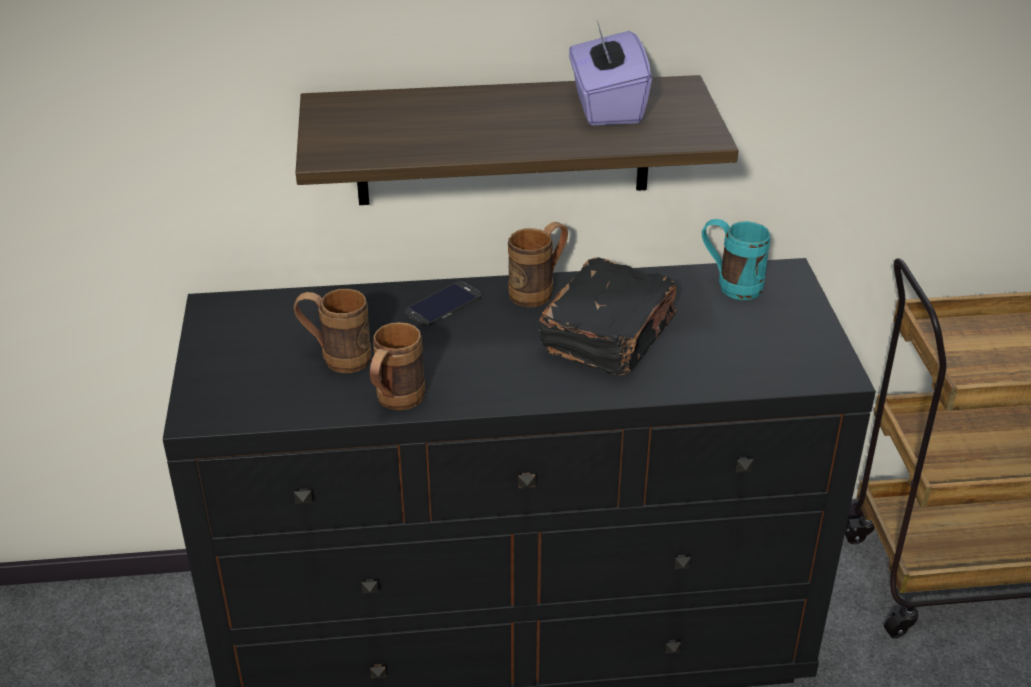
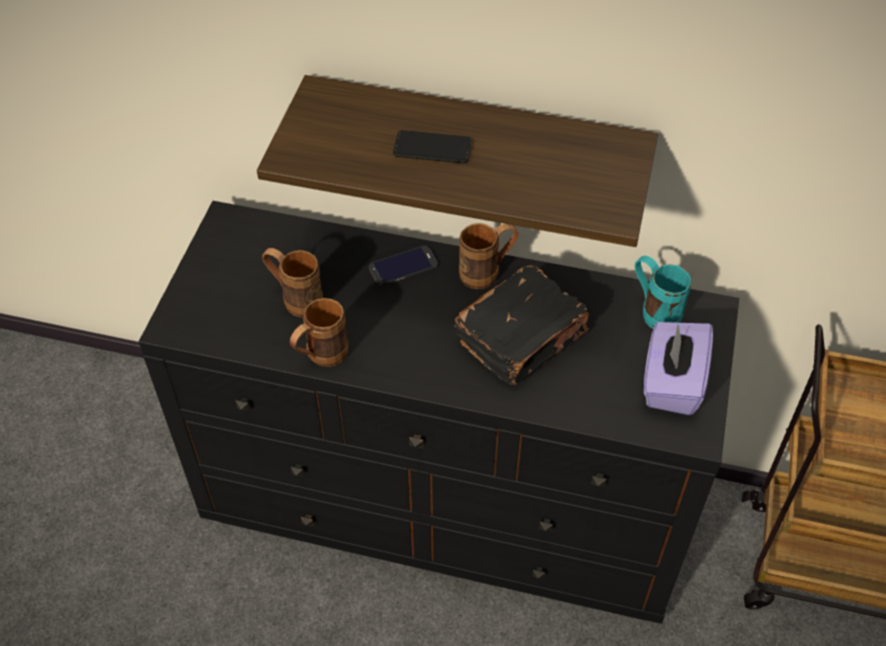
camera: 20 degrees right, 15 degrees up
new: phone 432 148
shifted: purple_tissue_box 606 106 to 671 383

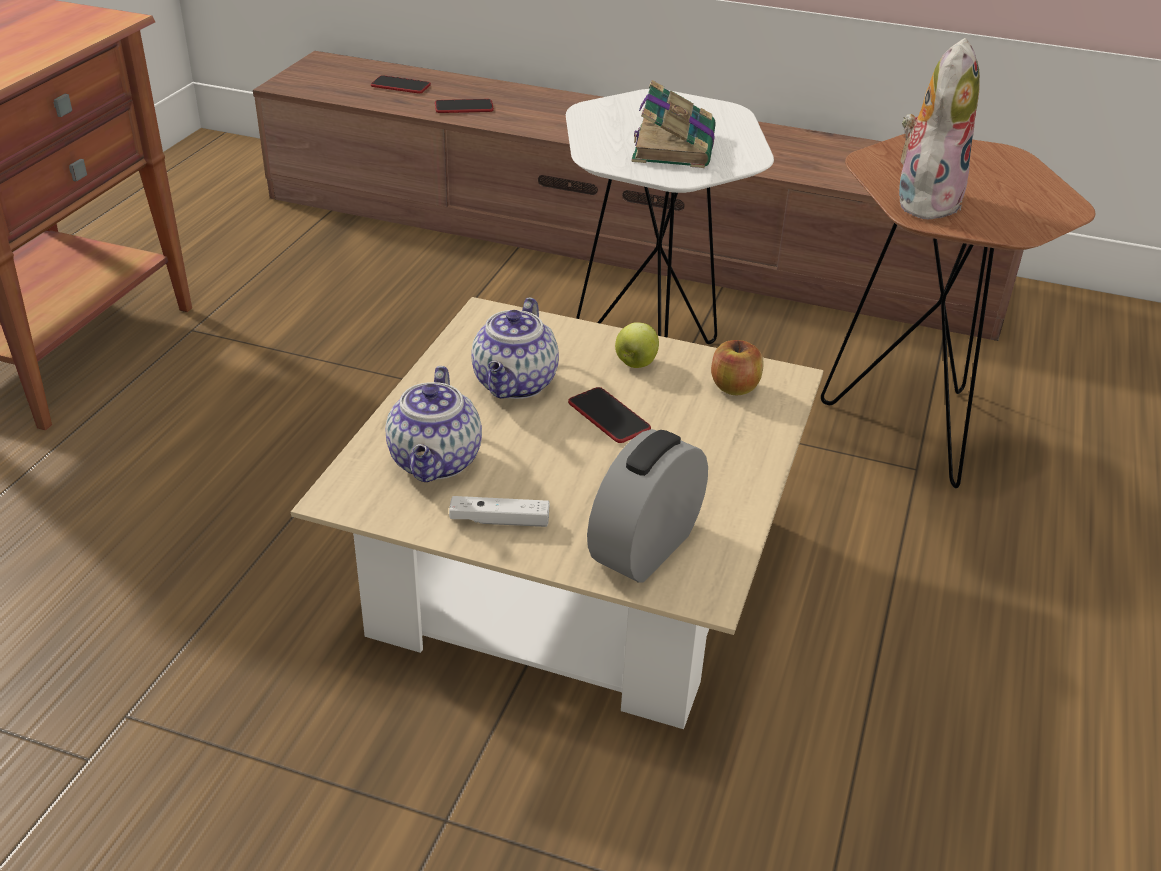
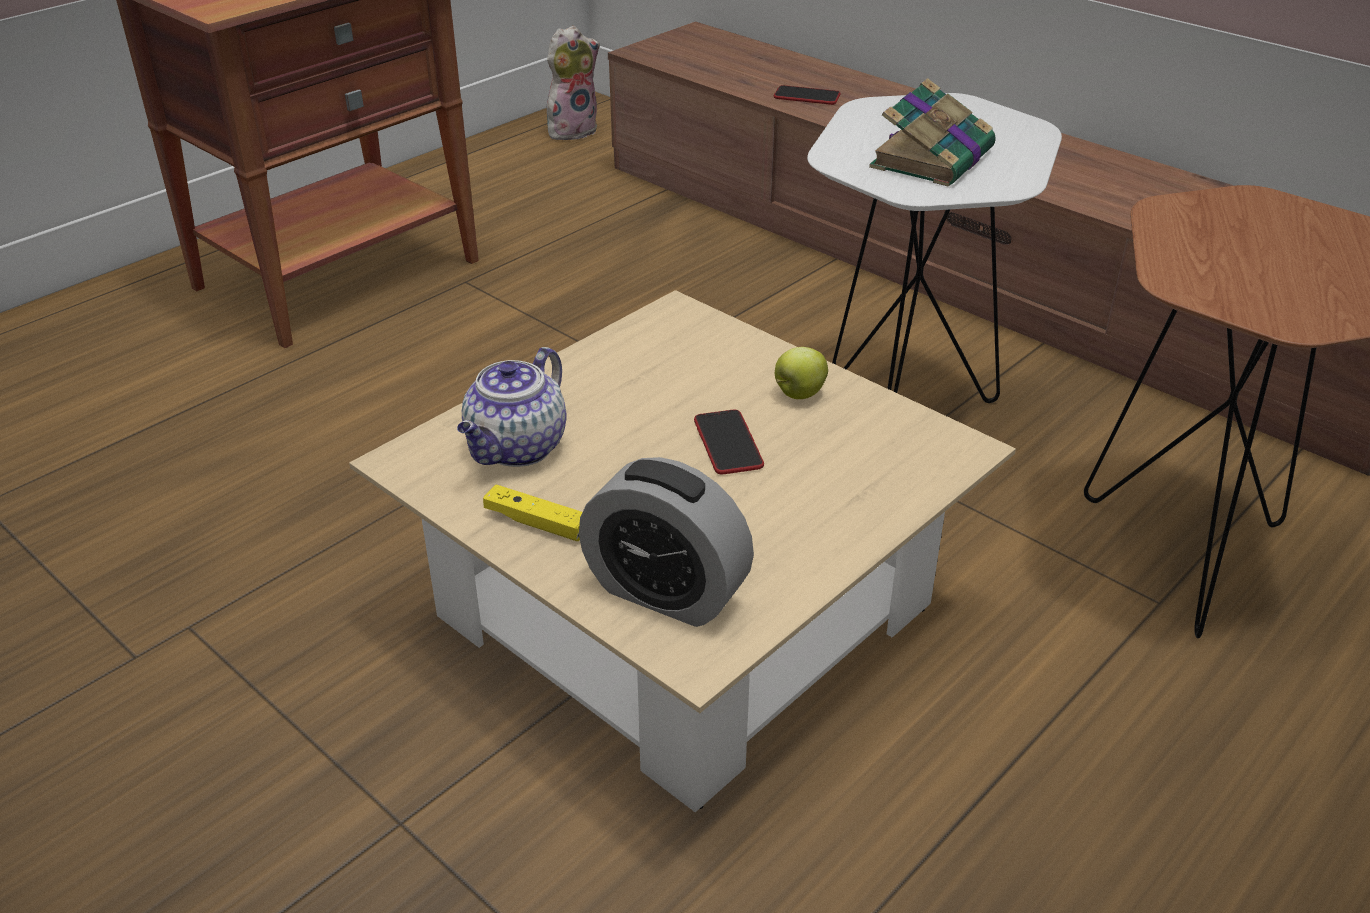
camera: 25 degrees right, 0 degrees up
gone: phone 400 86; teapot 515 385; apple 734 387
shifted: plush_toy 924 200 to 572 130
repainted: white_game_controller 499 520 to yellow_game_controller 536 523
rotated: alarm_clock 645 548 = 666 592 120 degrees counterclockwise

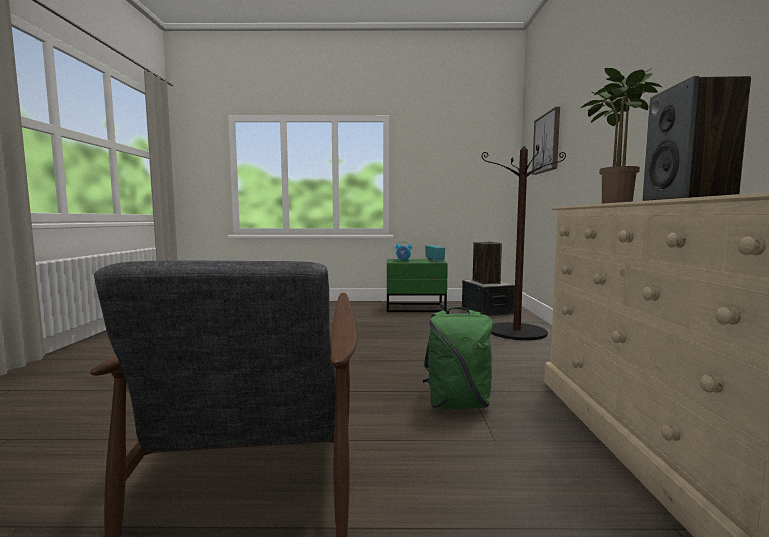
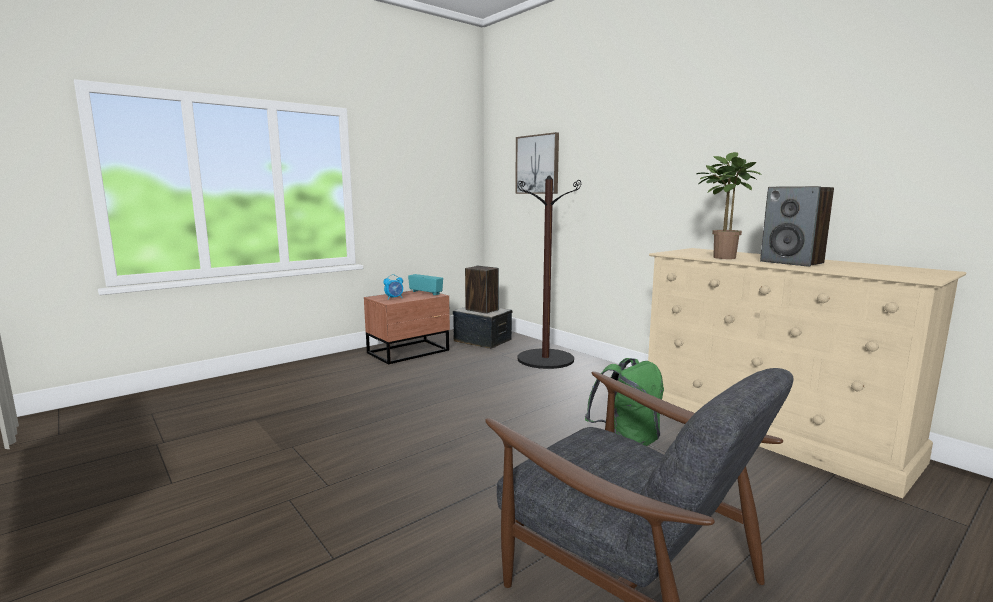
camera: 40 degrees left, 5 degrees up
repainted: green_nightstand 416 308 to brown_nightstand 410 352

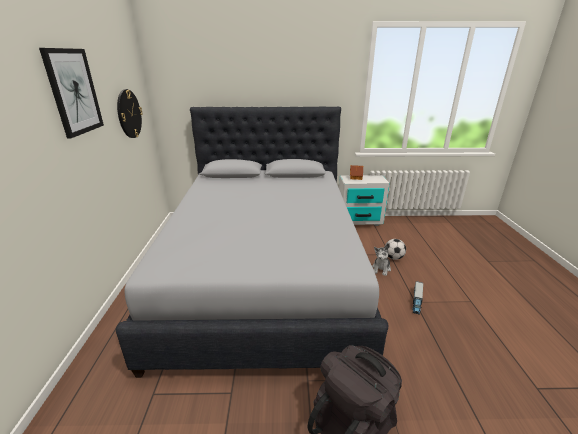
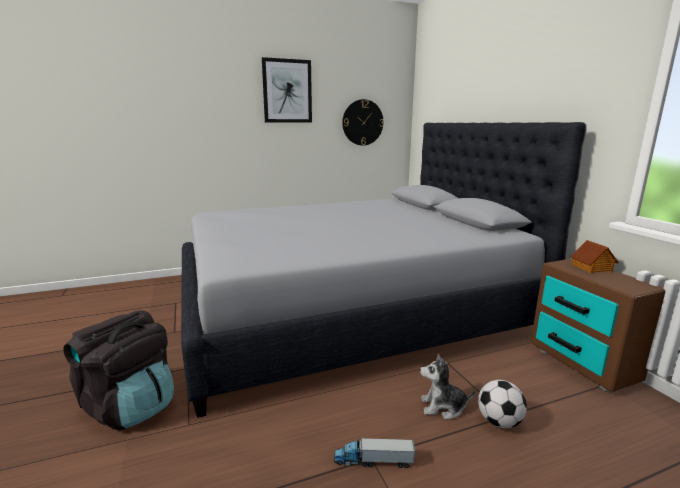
camera: 70 degrees right, 10 degrees down
repainted: white_nightstand 359 223 to brown_nightstand 580 367

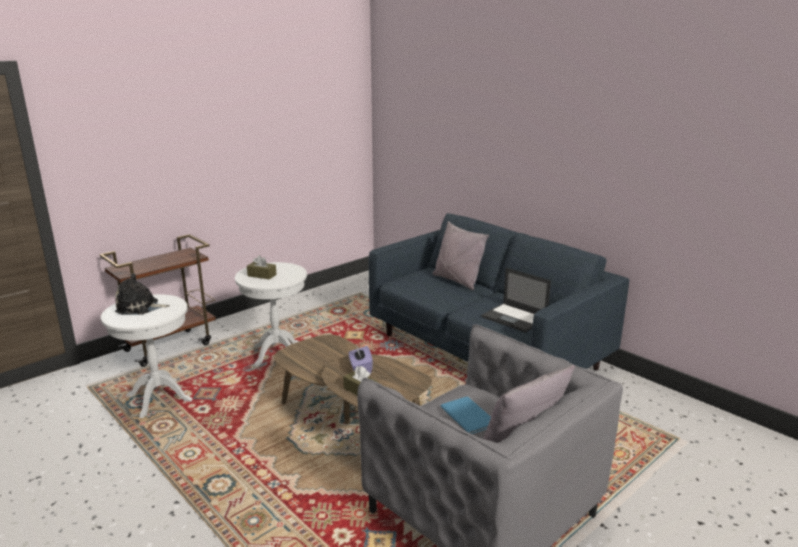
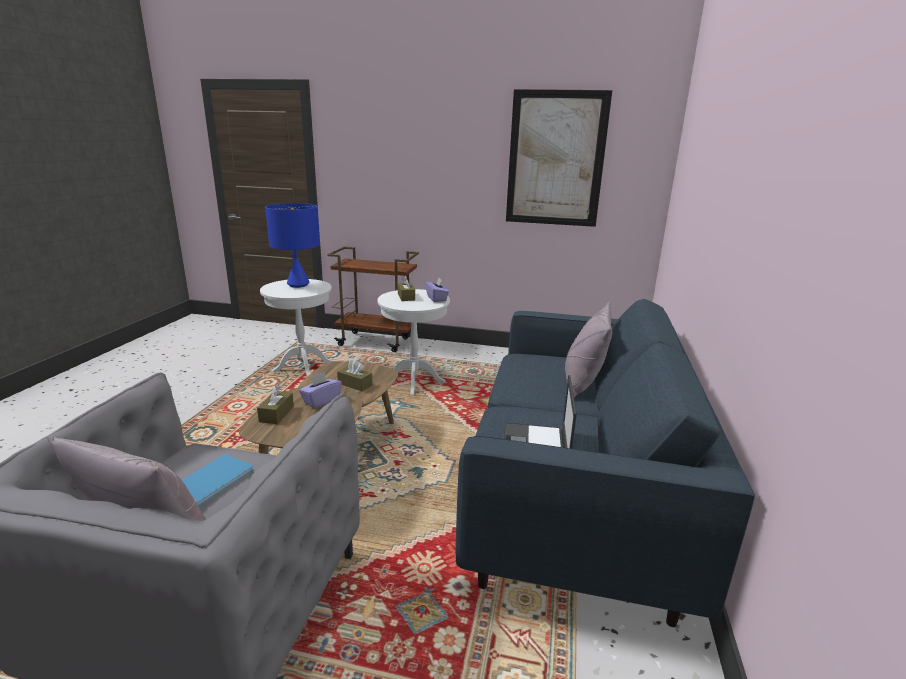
camera: 55 degrees right, 0 degrees up
new: brown_tissue_box 355 384; purple_tissue_box 437 298; picture 555 159
swapped: plush_toy 140 307 to blue_table_lamp 298 285

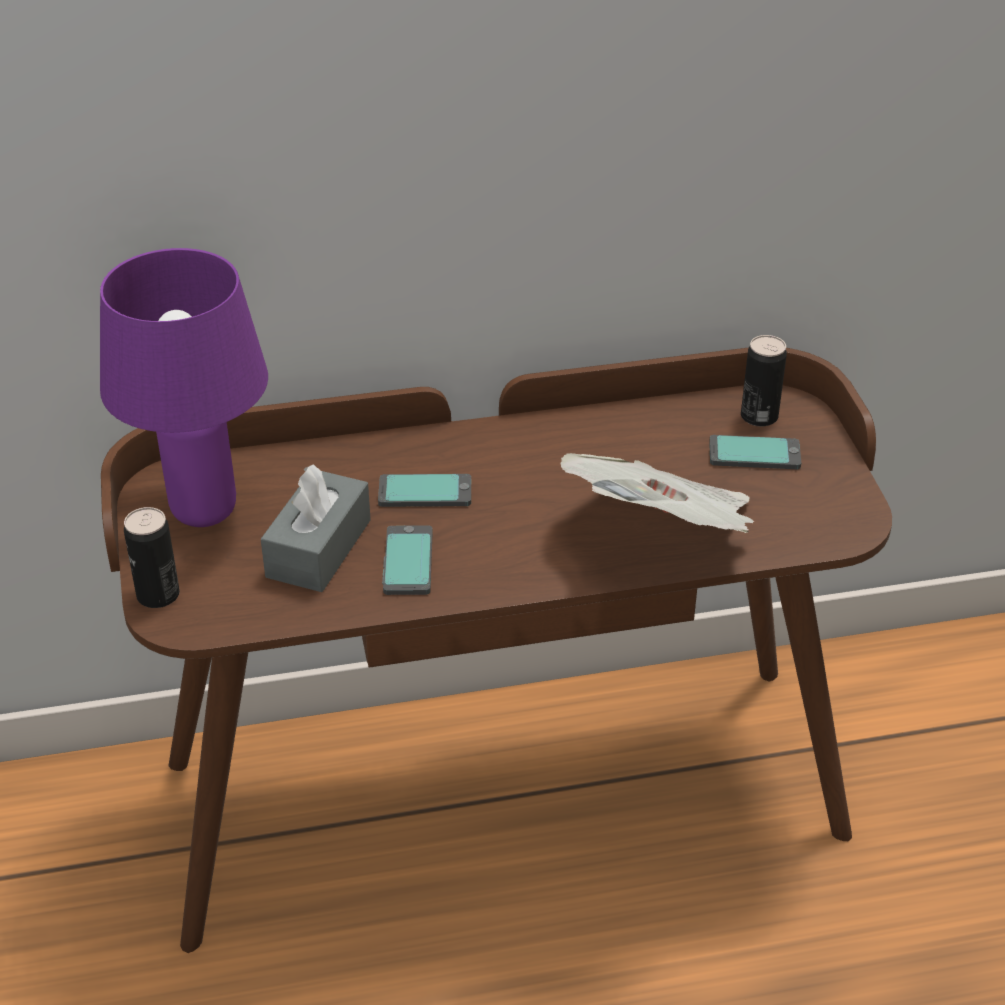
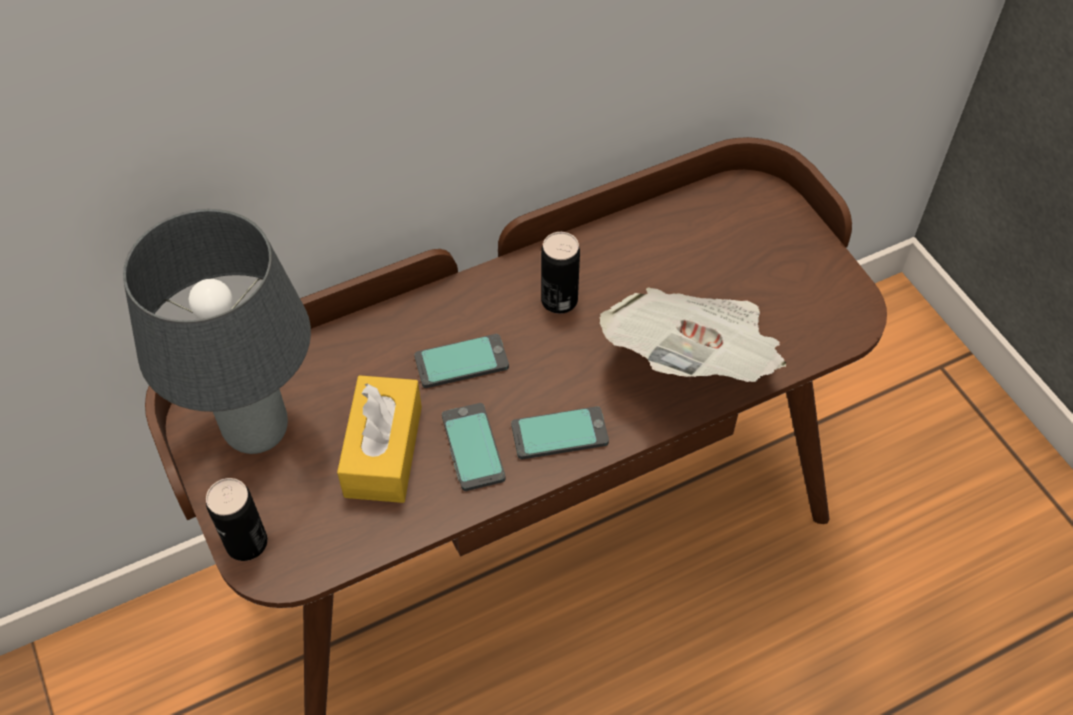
camera: 15 degrees left, 15 degrees up
shifted: phone 754 454 to 559 433; can 759 416 to 559 300
repainted: purple_table_lamp 206 511 to grey_table_lamp 259 431; grey_tissue_box 319 548 to yellow_tissue_box 383 451

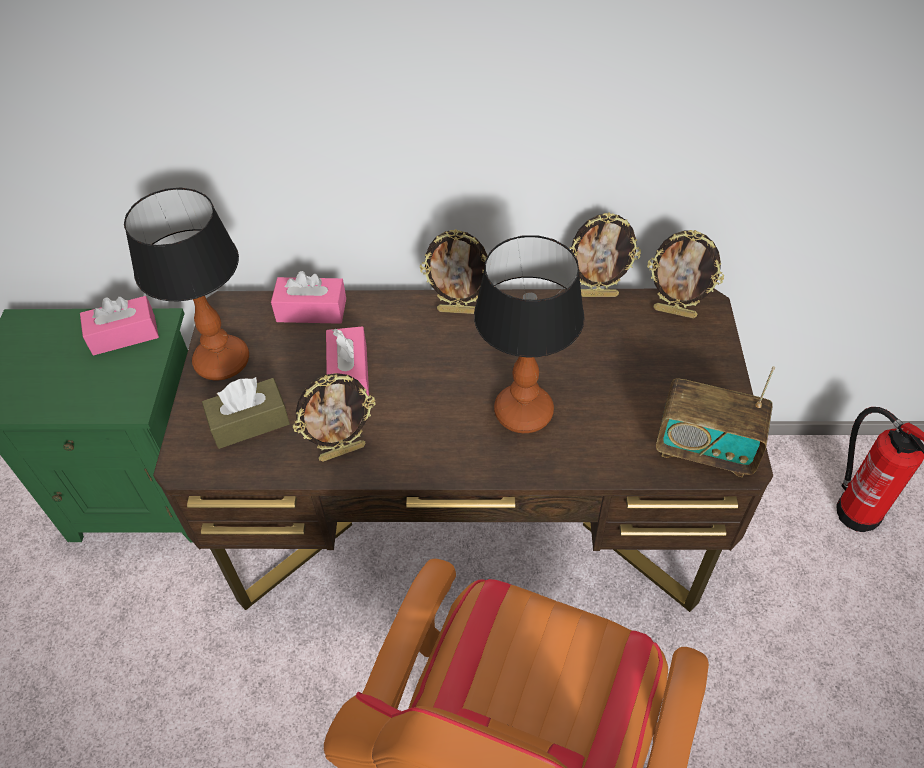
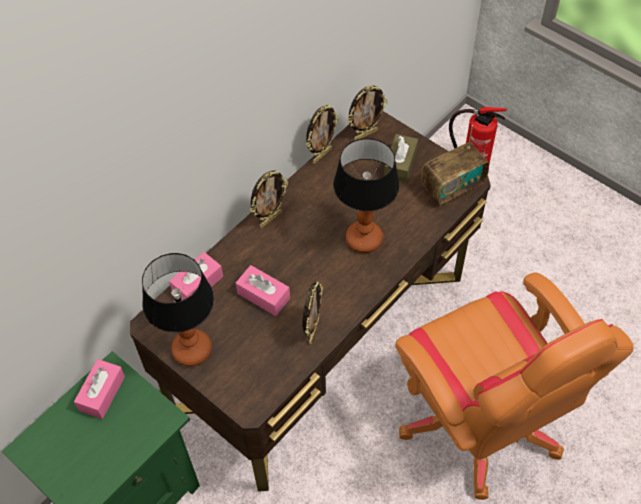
camera: 50 degrees left, 5 degrees up
shifted: brown_tissue_box 249 422 to 400 164

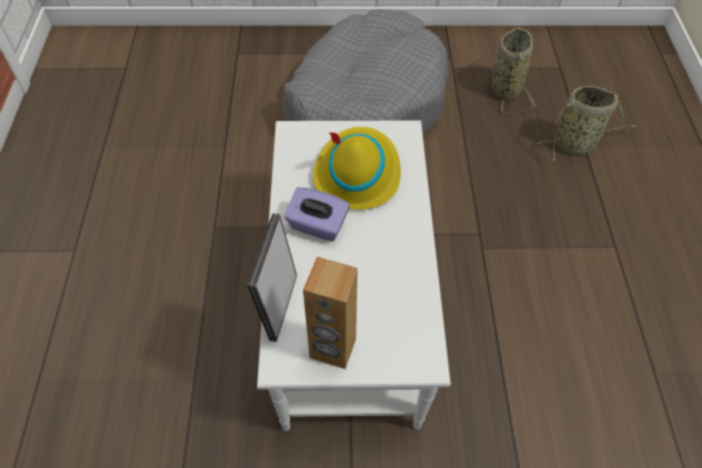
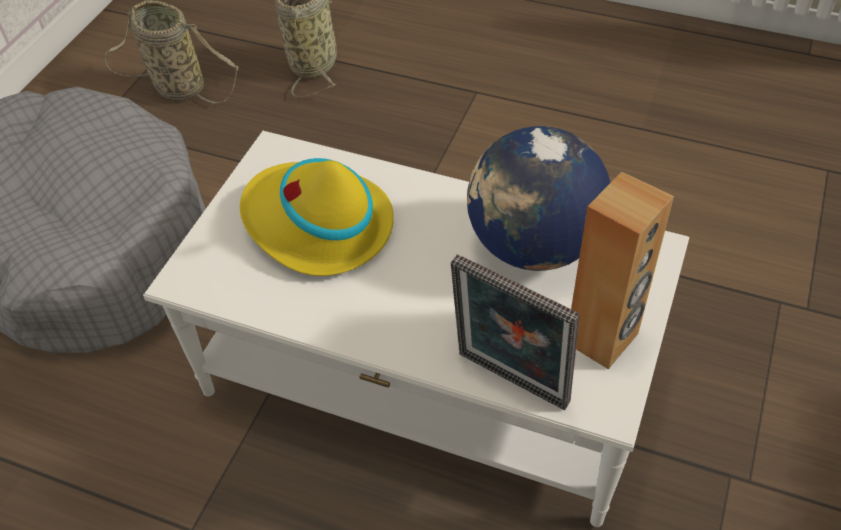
camera: 65 degrees left, 5 degrees down
gone: purple_tissue_box 317 226
new: globe 533 246

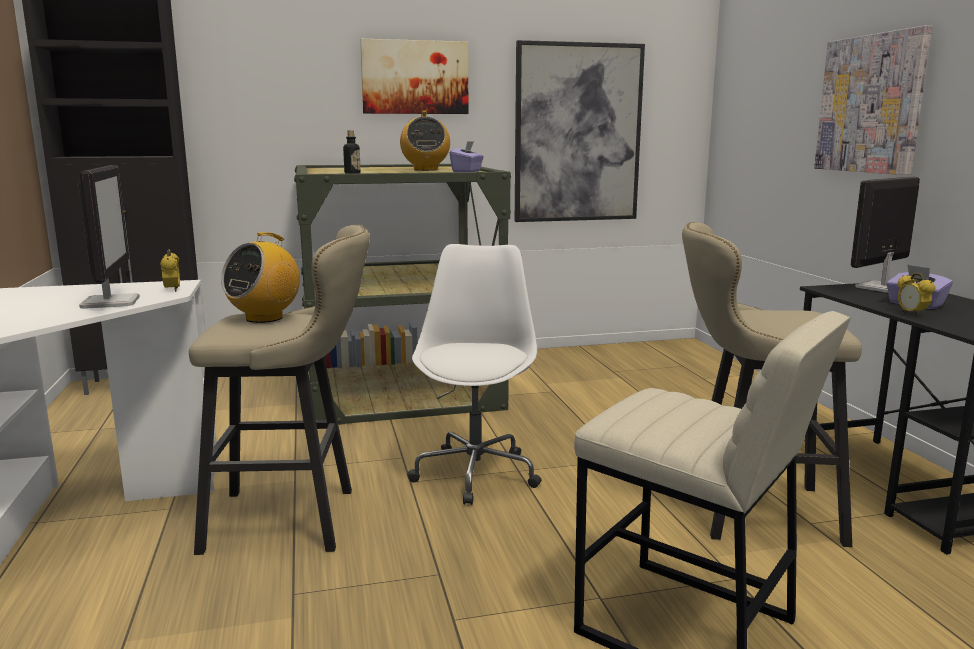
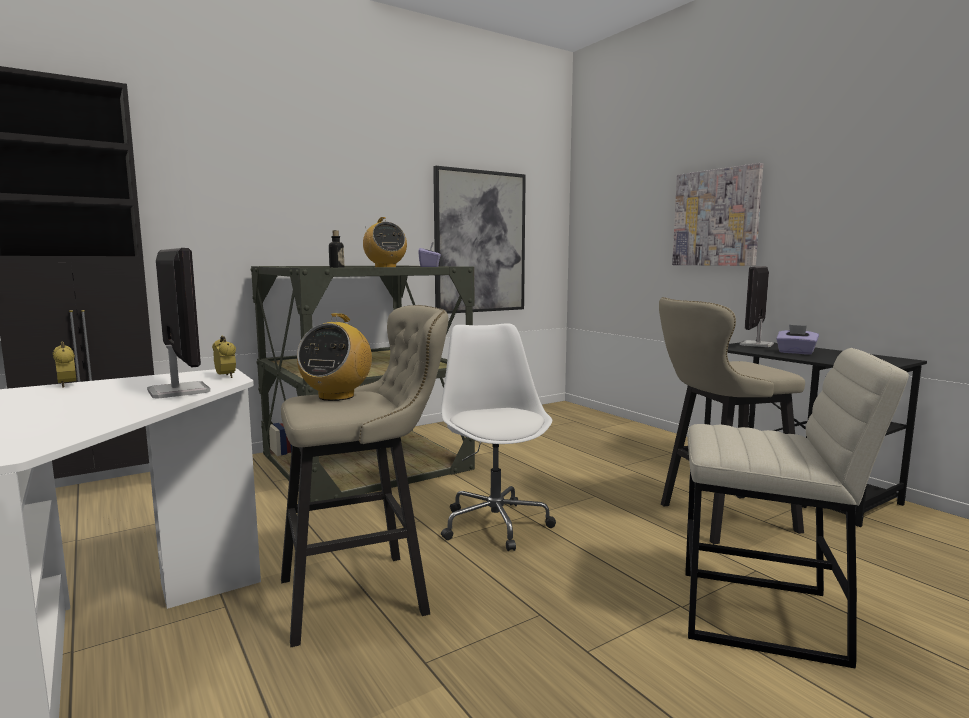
camera: 20 degrees left, 5 degrees down
gone: picture 415 77
shifted: alarm_clock 911 314 to 67 385

